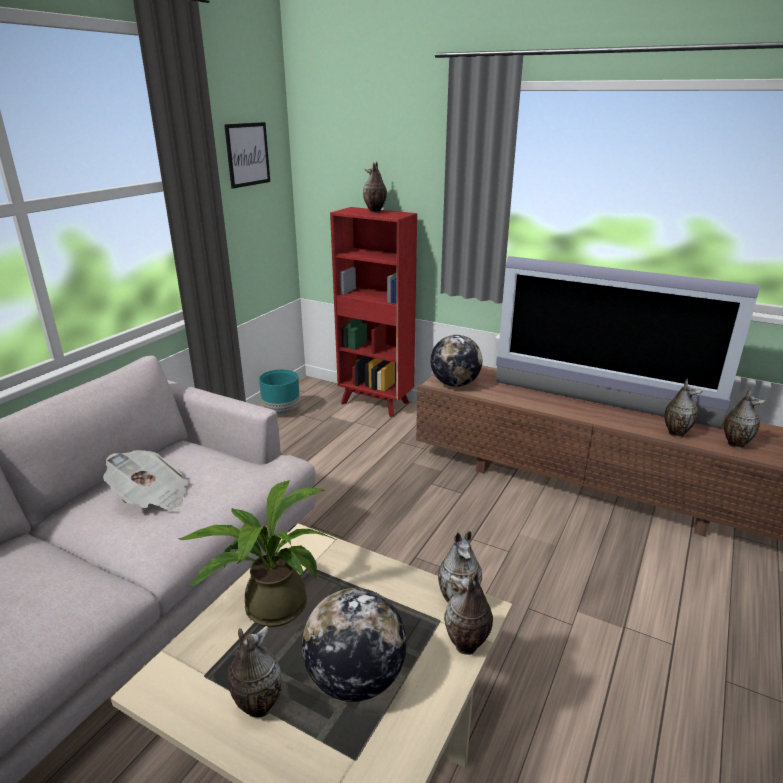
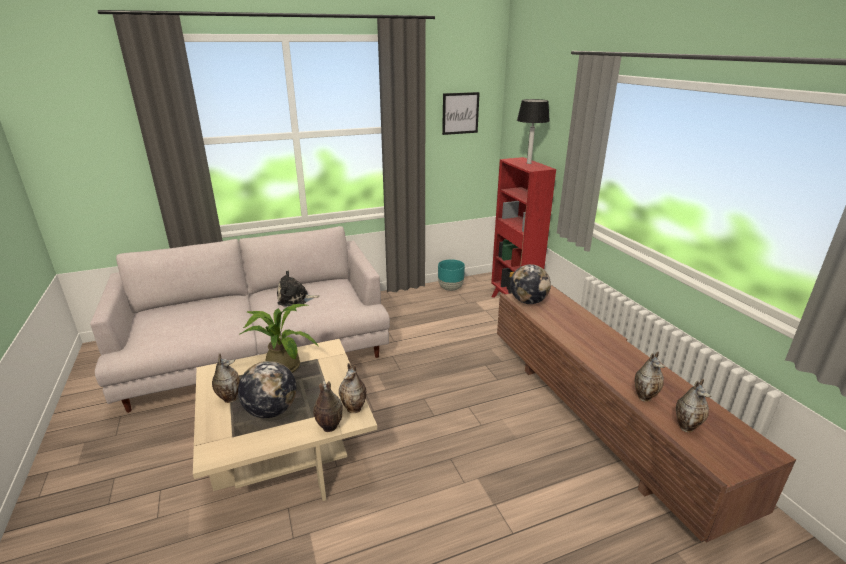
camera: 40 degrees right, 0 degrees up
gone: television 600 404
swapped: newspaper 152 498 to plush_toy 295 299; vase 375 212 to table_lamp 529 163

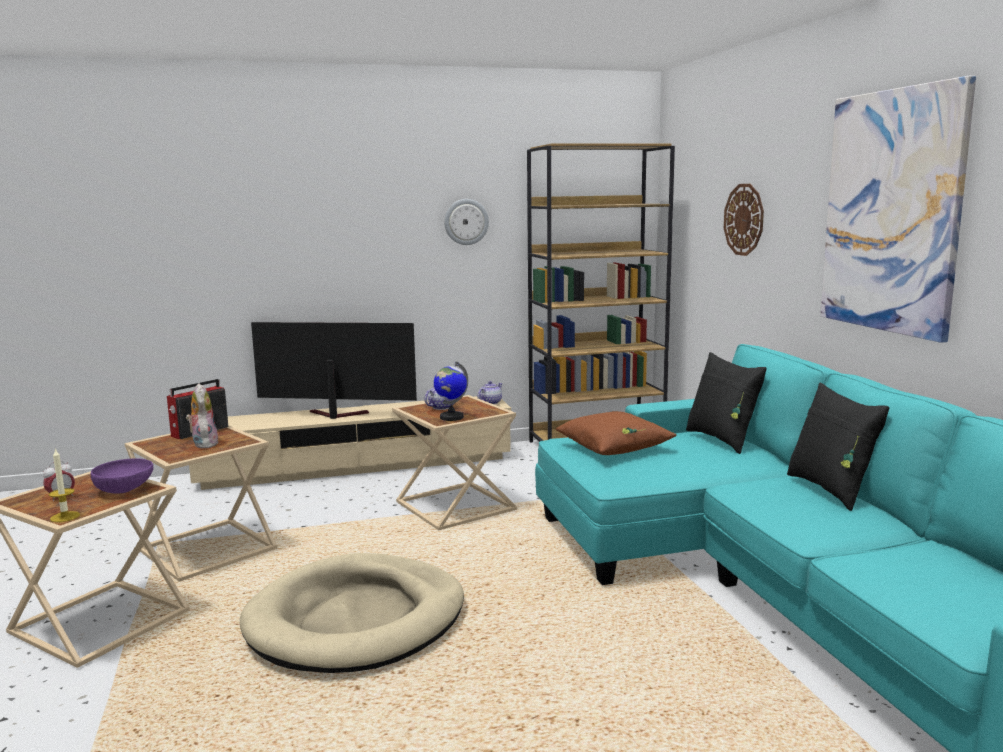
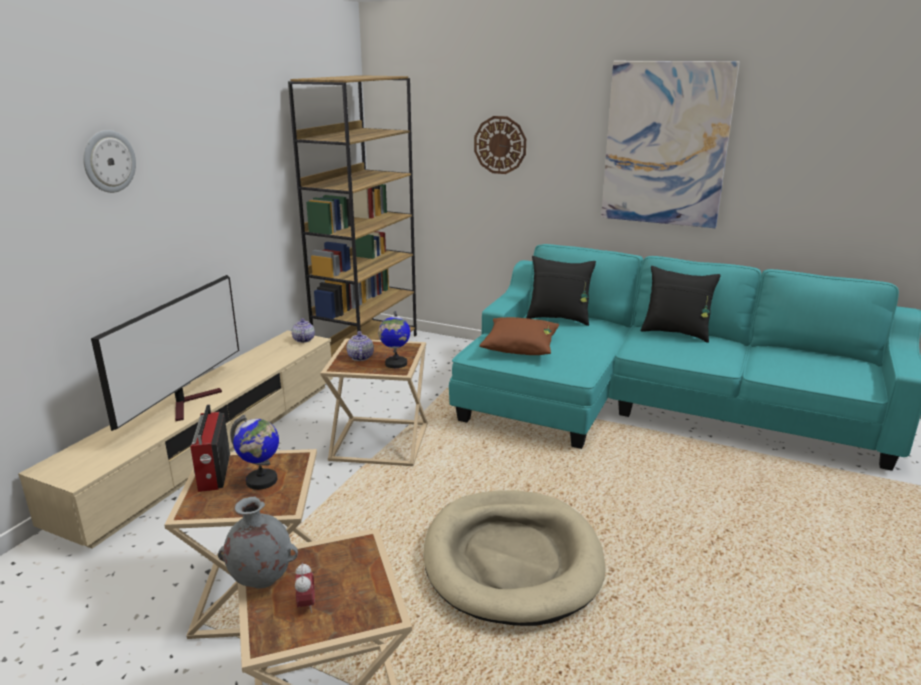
camera: 50 degrees left, 10 degrees up
gone: candle 65 517; purple_bowl 125 490
new: grey_vase 261 581
shifted: wall_clock 466 222 to 108 161
swapped: plush_toy 203 444 to globe 262 481
rotated: television 334 415 = 190 402 150 degrees clockwise

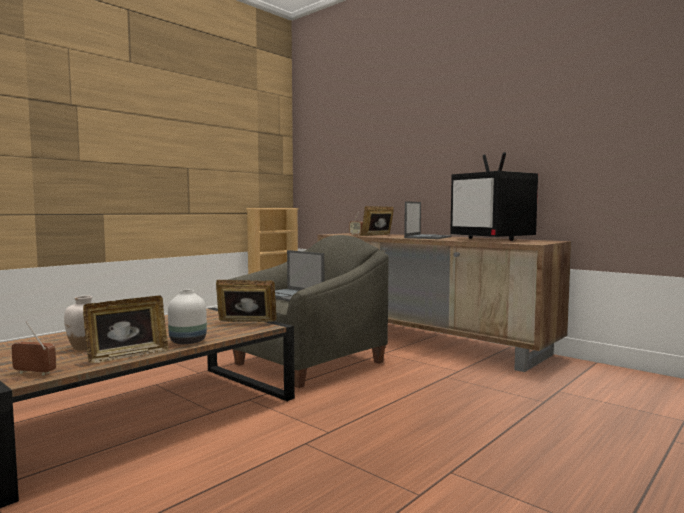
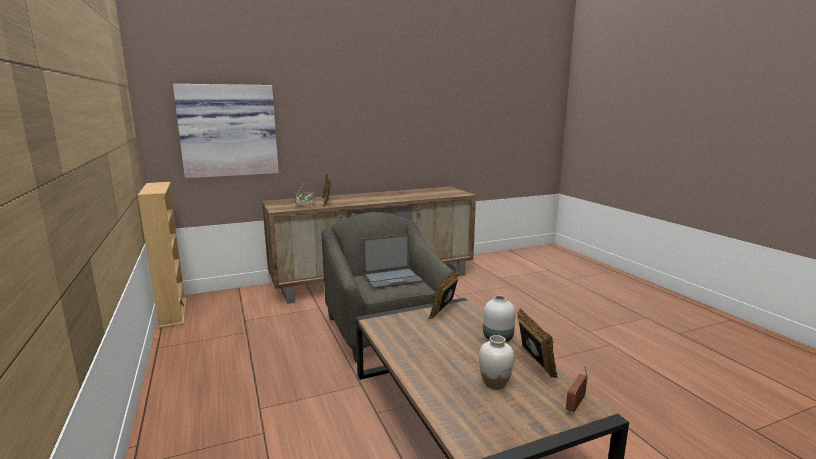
camera: 65 degrees left, 10 degrees up
gone: laptop 428 237; television 493 239
new: picture 228 130

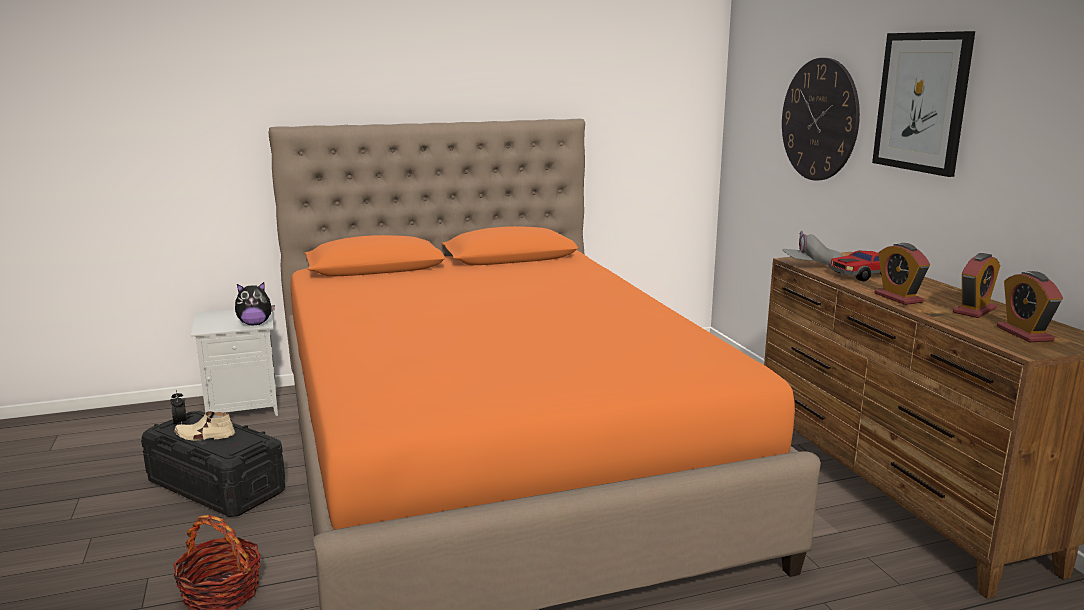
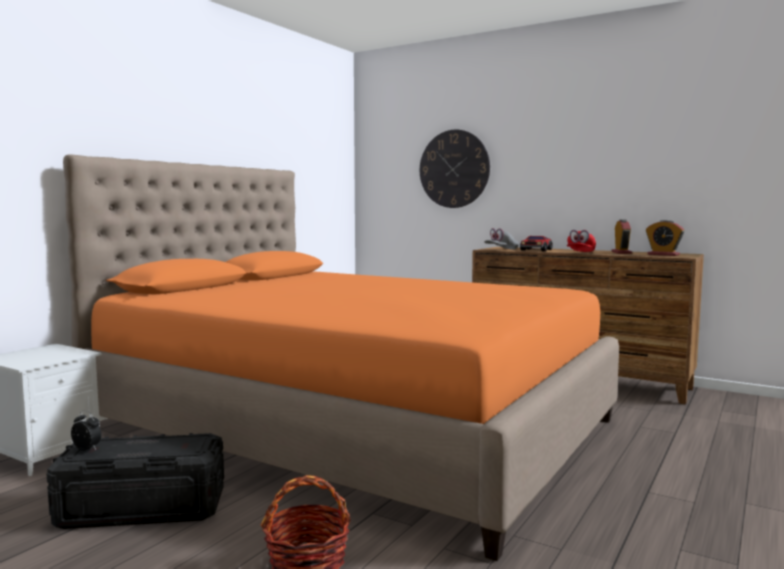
camera: 40 degrees left, 10 degrees down
gone: beige_shoe 204 436; plush_toy 255 324; picture 922 102
swapped: alarm_clock 898 298 to red_cap 580 252

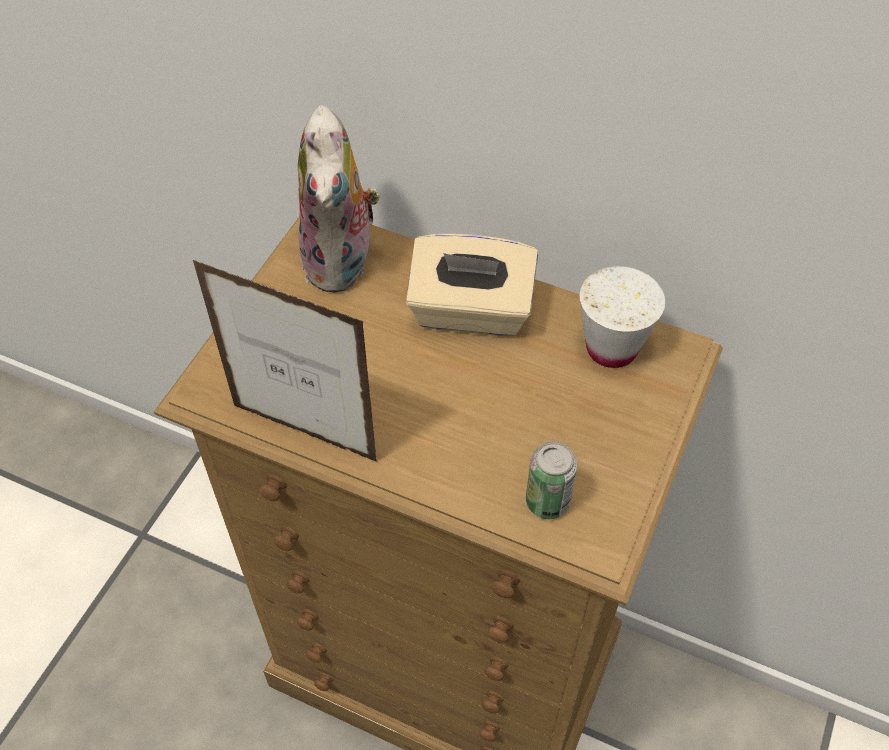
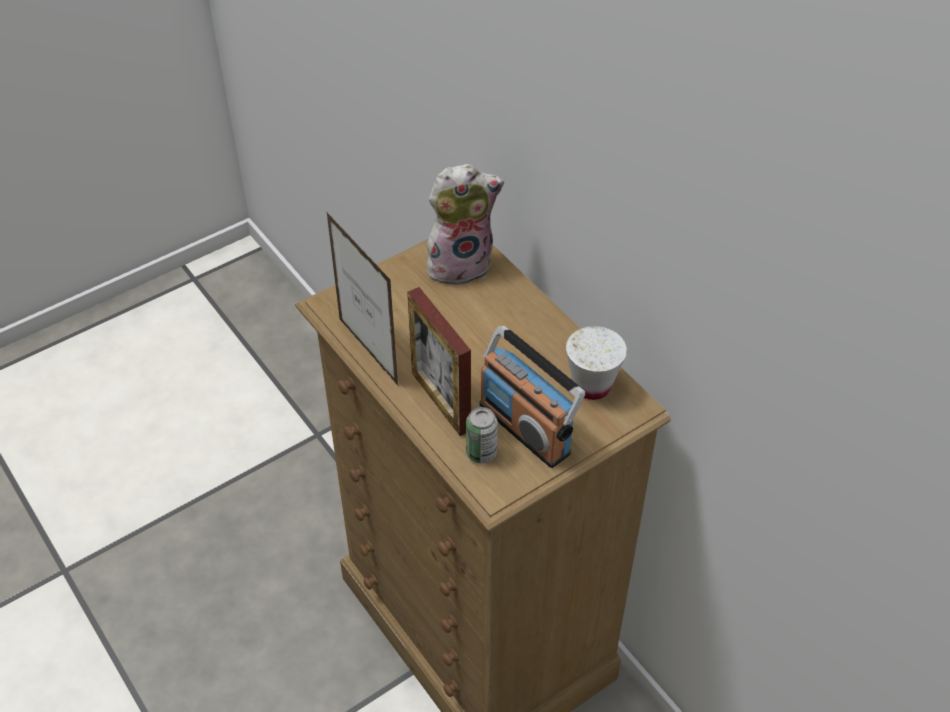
camera: 30 degrees right, 5 degrees down
gone: beige_tissue_box 470 312
new: picture_frame 441 401; radio 526 428
rotated: plush_toy 343 263 = 461 264 135 degrees counterclockwise

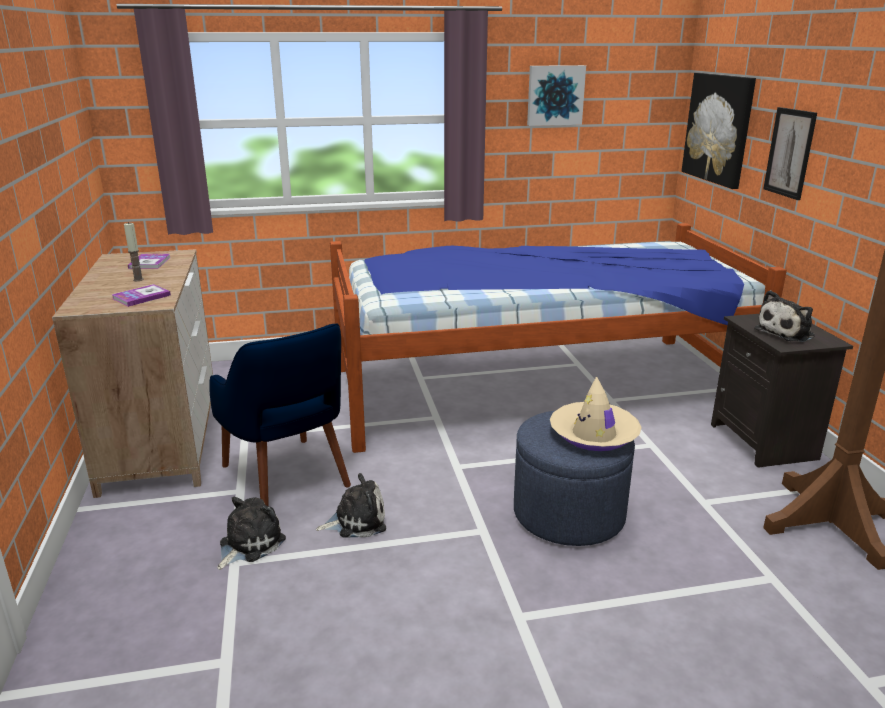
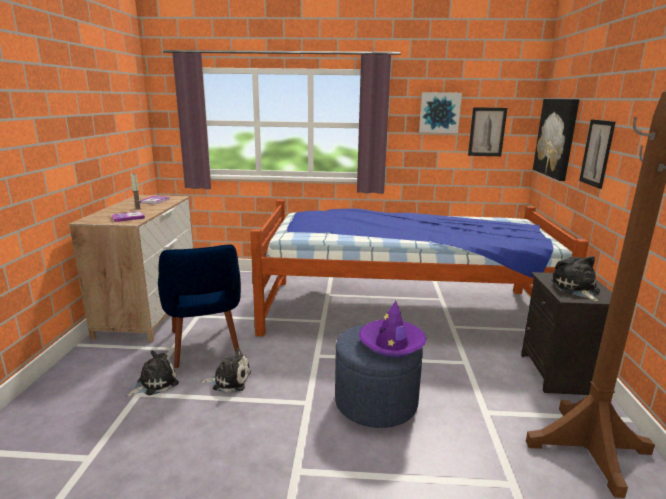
camera: 15 degrees right, 5 degrees down
new: picture 487 132
repainted: beige_hat 594 434 to purple_hat 391 344
rotated: plush_toy 787 332 = 575 288 105 degrees clockwise

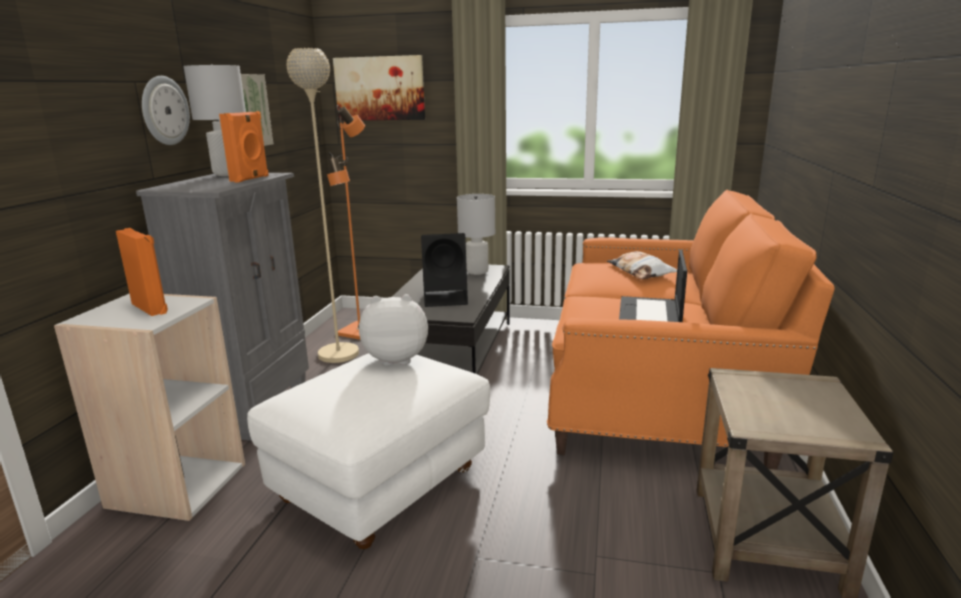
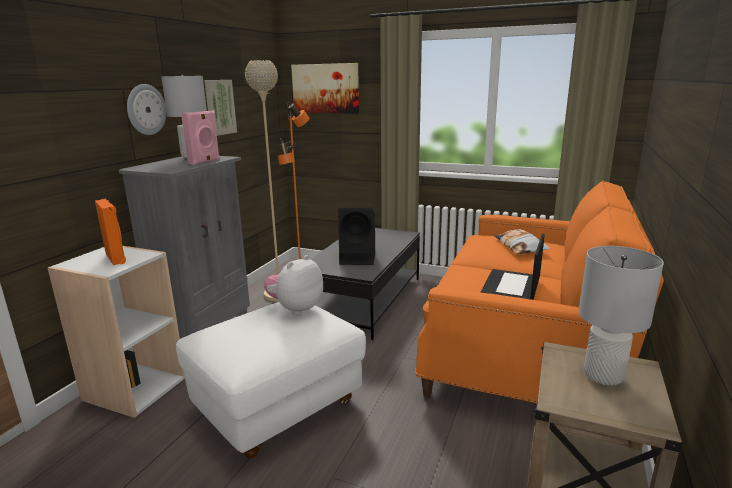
camera: 10 degrees right, 0 degrees up
shifted: grey_table_lamp 477 273 to 603 378
repainted: orange_speaker 251 179 to pink_speaker 205 161
rotated: plush_toy 396 358 = 296 308 60 degrees counterclockwise

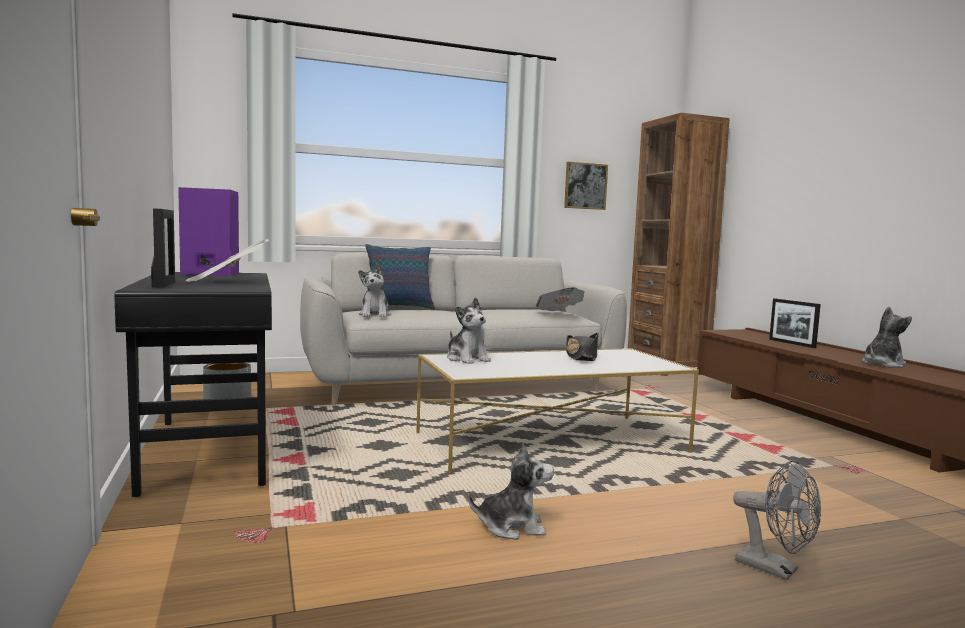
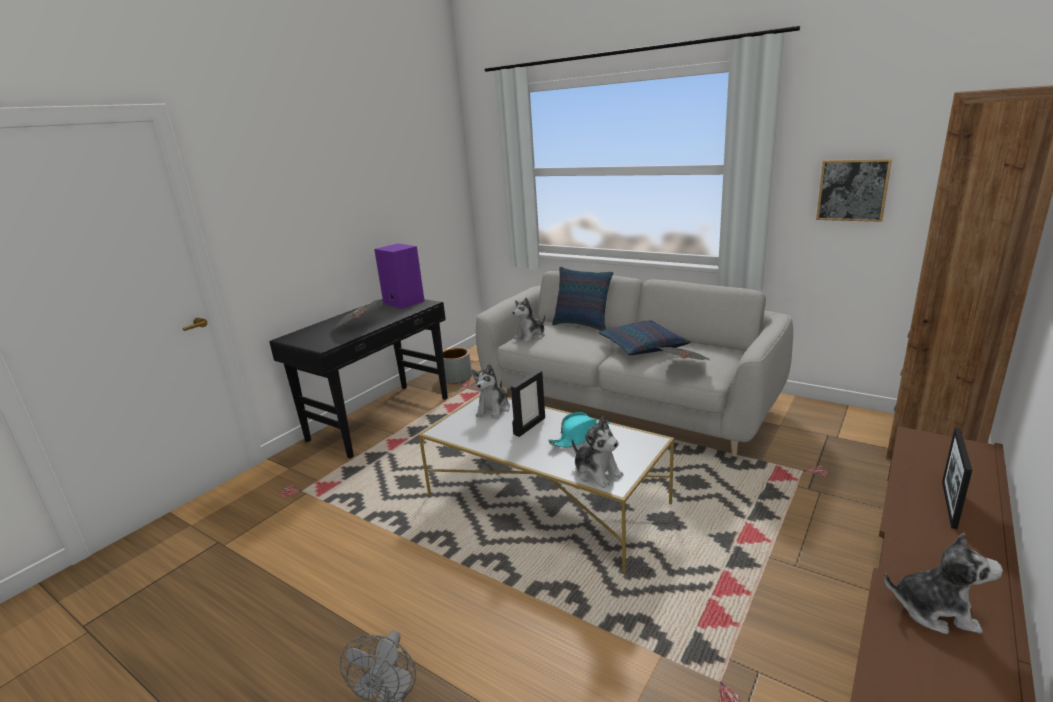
camera: 55 degrees right, 15 degrees up
new: blue_pillow 642 347
shifted: picture_frame 163 284 to 529 426; plush_toy 512 527 to 597 473
repainted: black_hat 581 357 to turquoise_hat 580 436

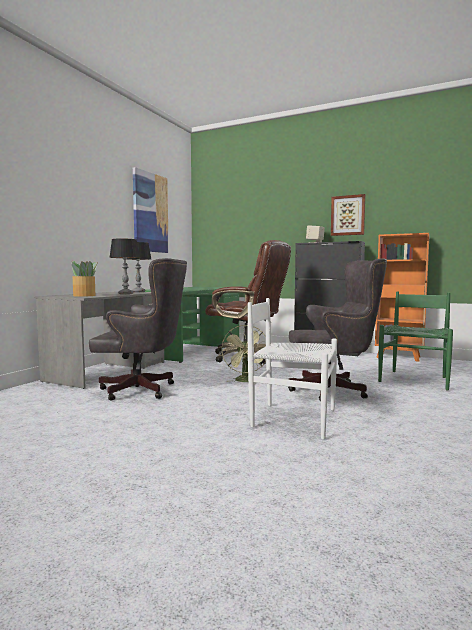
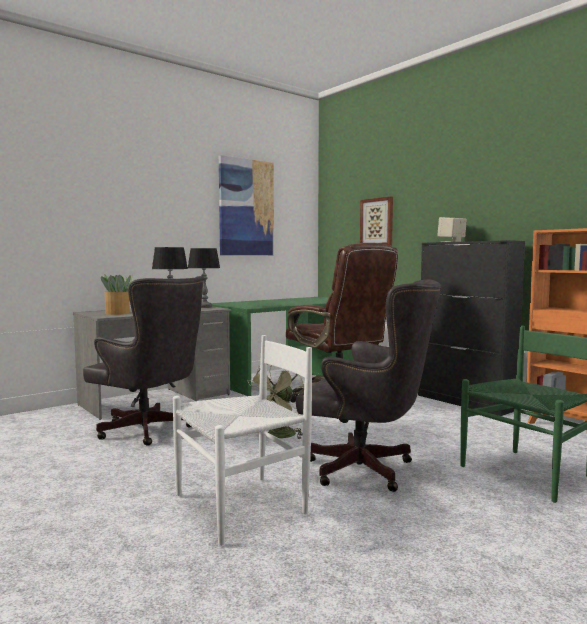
camera: 25 degrees right, 0 degrees up
shifted: picture 348 215 to 377 222
rotated: white_chair 293 419 = 243 506 105 degrees clockwise

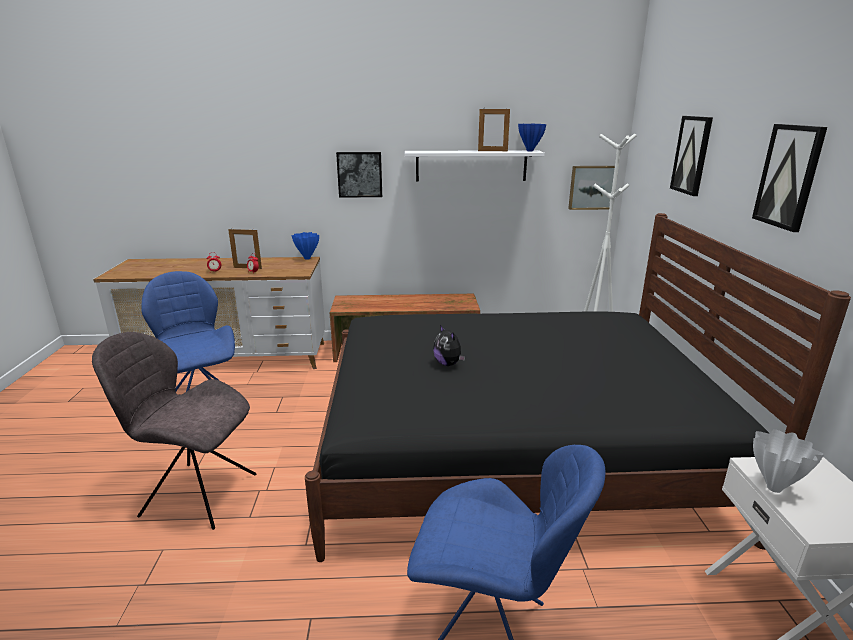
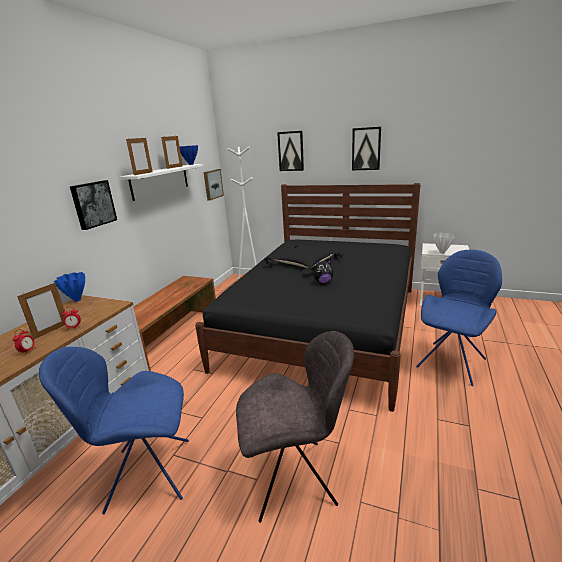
camera: 65 degrees left, 0 degrees up
new: picture_frame 143 173; black_pillow 304 262
rotated: grey_chair 196 494 = 295 478 135 degrees counterclockwise

